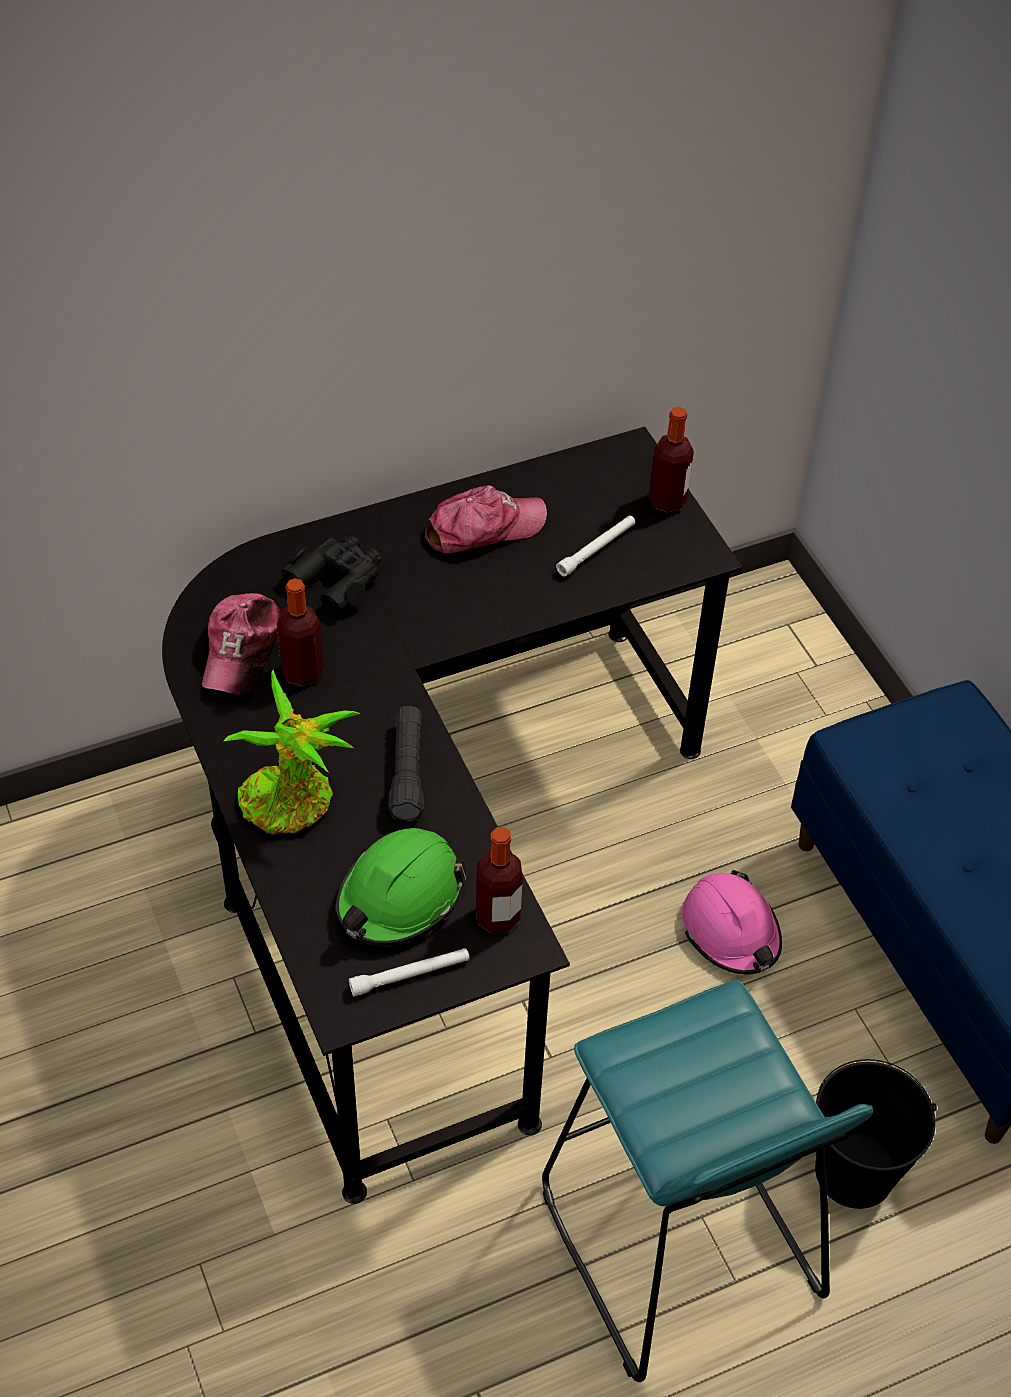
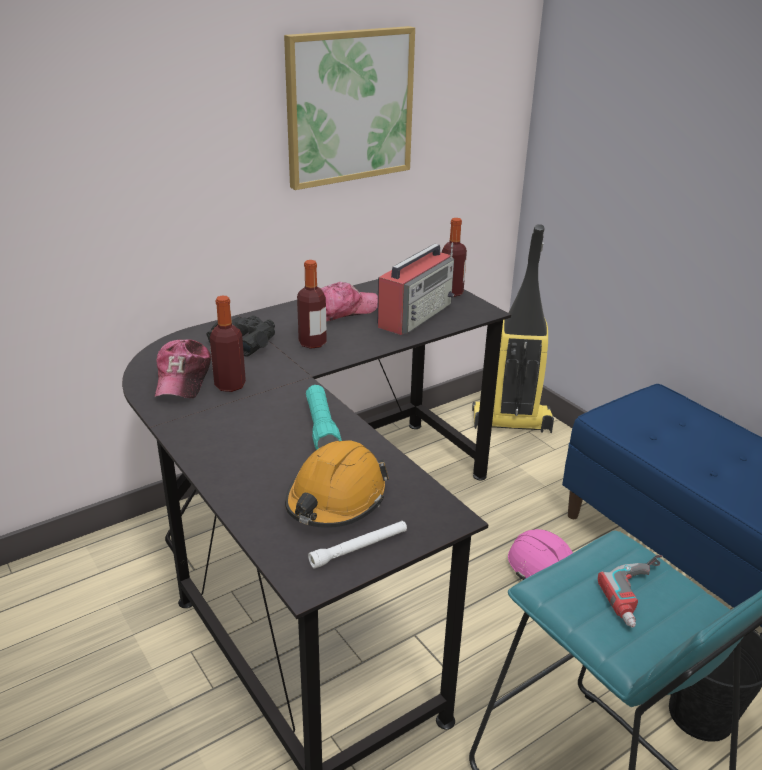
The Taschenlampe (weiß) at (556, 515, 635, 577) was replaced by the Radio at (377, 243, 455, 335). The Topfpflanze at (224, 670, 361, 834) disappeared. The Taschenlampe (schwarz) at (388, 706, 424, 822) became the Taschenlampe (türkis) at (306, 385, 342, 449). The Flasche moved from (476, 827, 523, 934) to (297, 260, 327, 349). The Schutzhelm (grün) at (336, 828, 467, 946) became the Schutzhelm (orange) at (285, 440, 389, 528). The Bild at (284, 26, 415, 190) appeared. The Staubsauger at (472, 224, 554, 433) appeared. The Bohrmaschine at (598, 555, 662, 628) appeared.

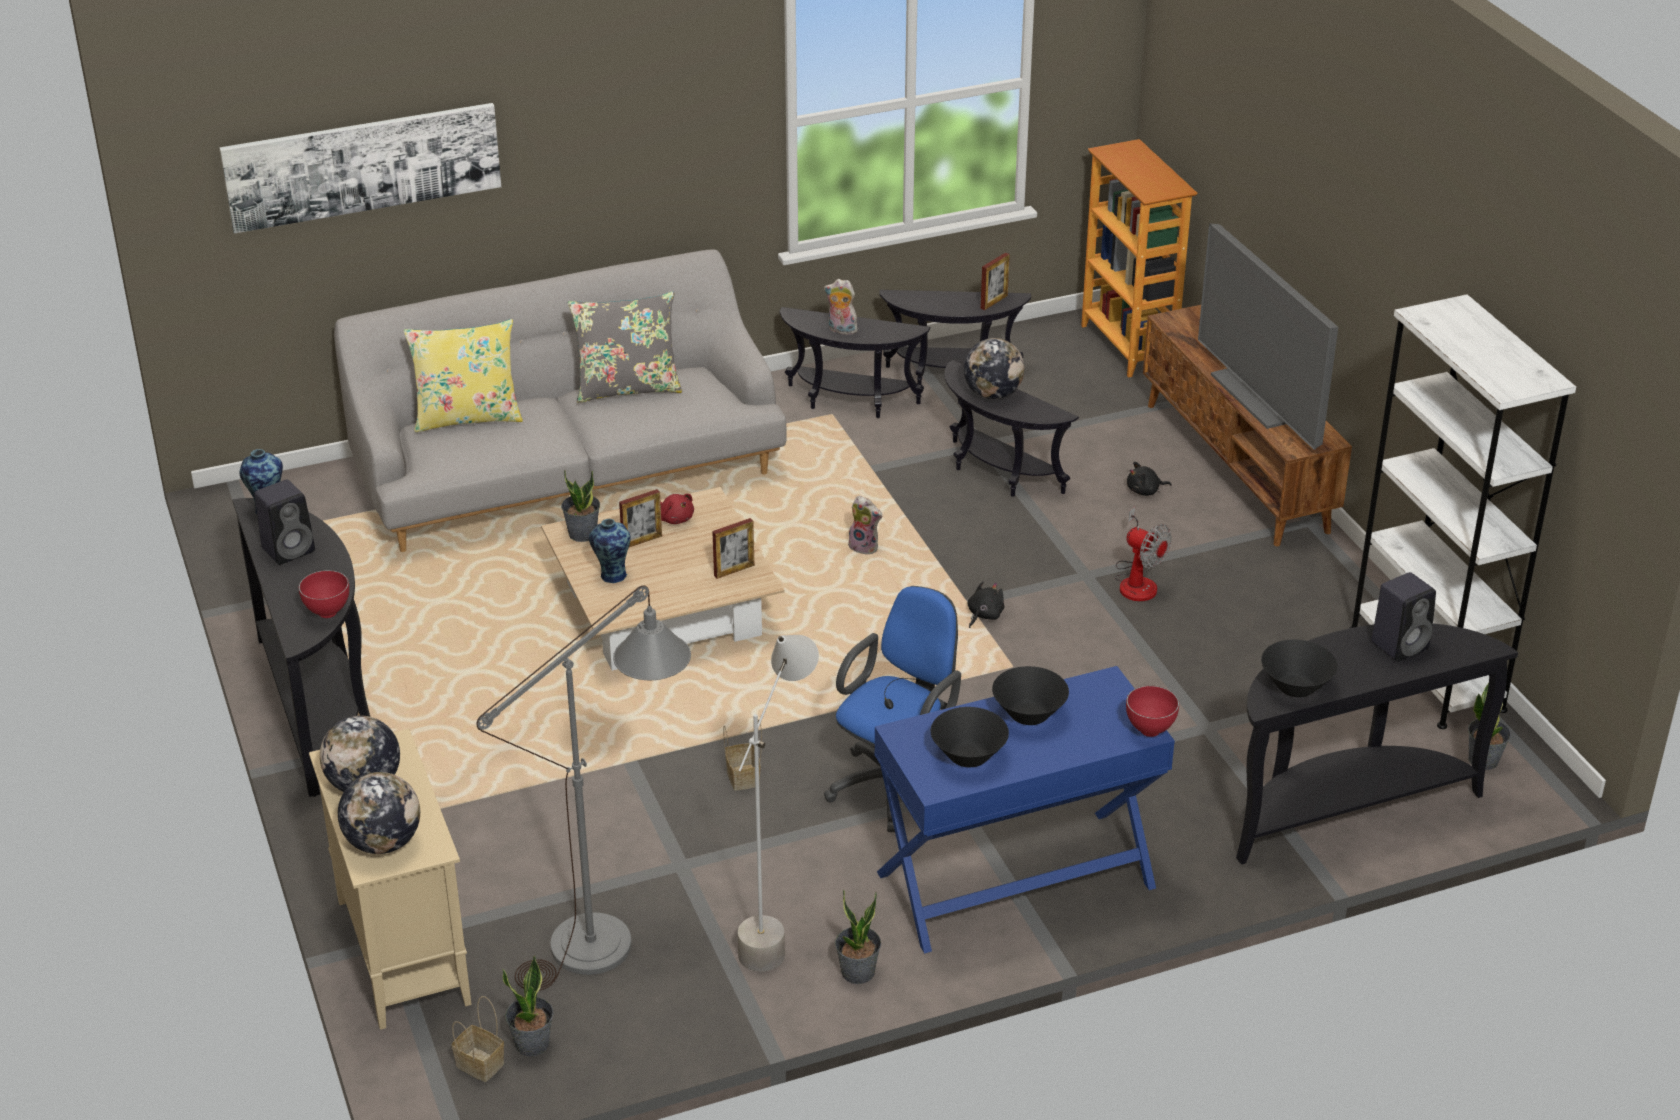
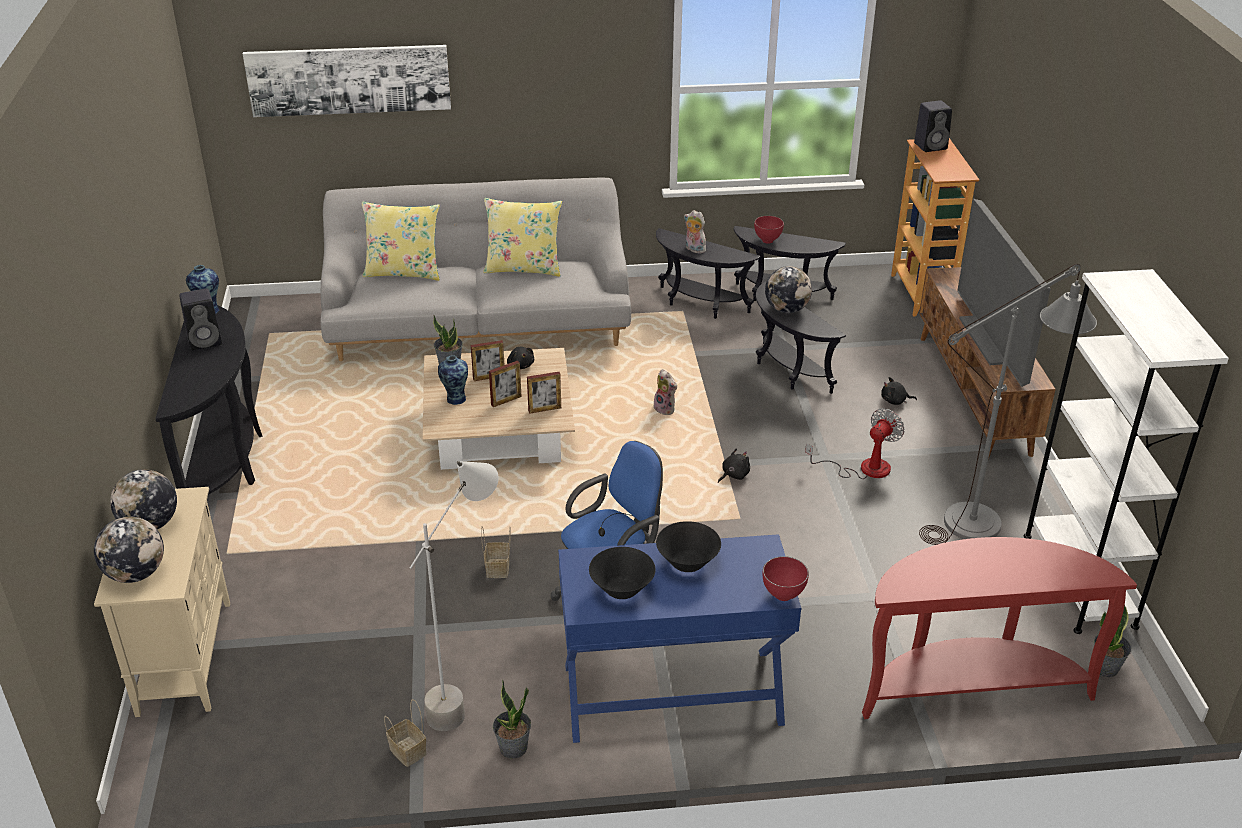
The Bilderrahmen moved from (981, 252, 1010, 310) to (489, 361, 522, 407). The Kissen (grau) at (568, 292, 682, 403) became the Kissen (gelb) at (483, 198, 562, 277). The Plüschtier (rot) at (661, 494, 694, 524) became the Plüschtier (schwarz) at (507, 347, 534, 369). The Ventilator at (1115, 507, 1172, 601) turned 105 degrees counterclockwise. The Schüssel (rot) moved from (299, 570, 349, 618) to (754, 216, 784, 244). The Lautsprecher (schwarz) moved from (1371, 572, 1436, 661) to (914, 100, 952, 152). The Stehlampe (grau) moved from (476, 585, 691, 990) to (919, 264, 1097, 545). The Konsolentisch (schwarz) at (1236, 624, 1518, 865) became the Konsolentisch (rot) at (862, 537, 1137, 719). The Schüssel (schwarz) at (1261, 639, 1338, 697) disappeared. The Topfpflanze at (503, 955, 553, 1056) disappeared. The Korb moved from (451, 996, 504, 1082) to (384, 699, 426, 767).

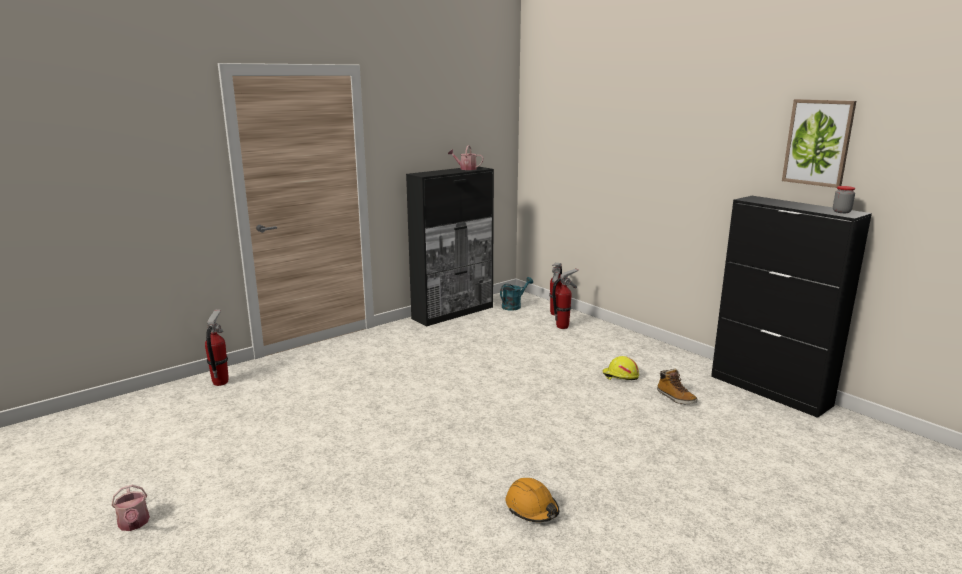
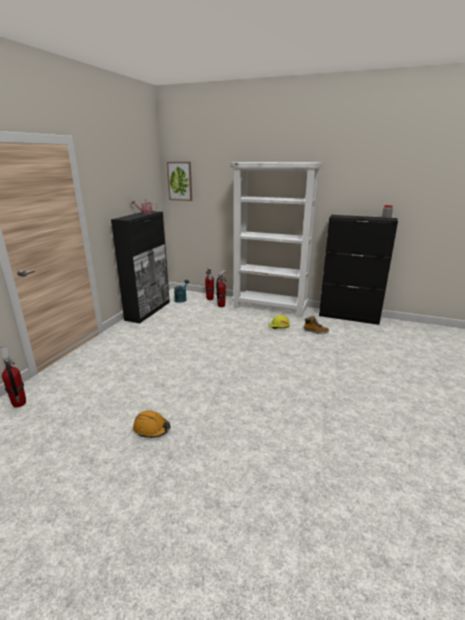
The Bild moved from (782, 99, 856, 188) to (167, 162, 192, 201). The Schutzhelm (orange) moved from (505, 478, 559, 522) to (133, 410, 170, 438). The Gießkanne at (112, 485, 150, 531) disappeared. The Bücherregal (weiß) at (230, 162, 322, 318) appeared.

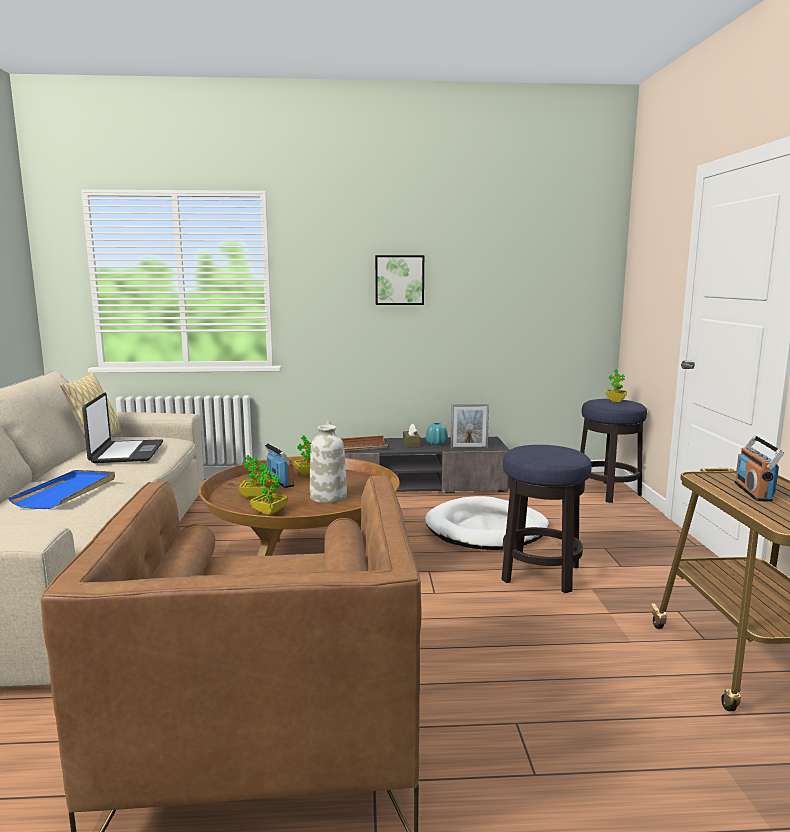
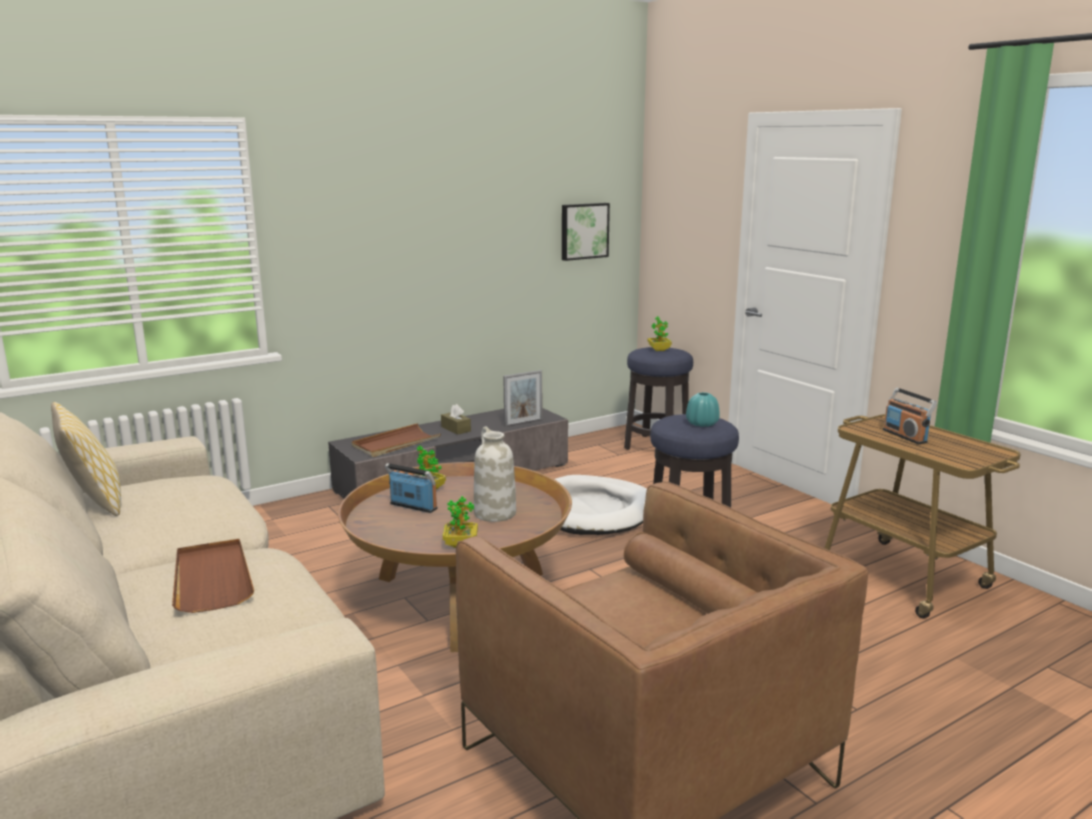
The Bild moved from (375, 255, 424, 305) to (562, 203, 610, 261). The Laptop at (82, 392, 163, 463) disappeared. The Vase (türkis) moved from (426, 423, 448, 445) to (686, 392, 720, 427). The Topfpflanze at (239, 455, 268, 498) disappeared. The Tablett (blau) at (8, 470, 115, 509) became the Tablett (braun) at (172, 539, 254, 613).

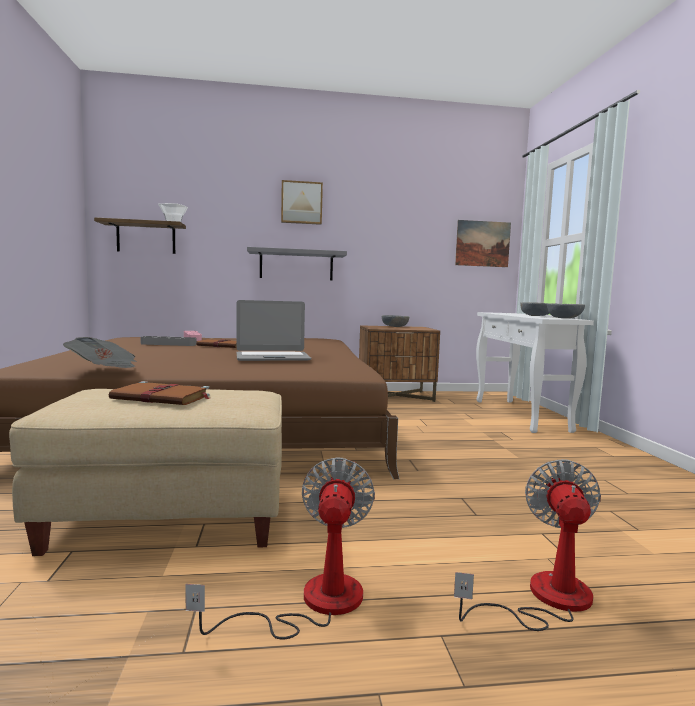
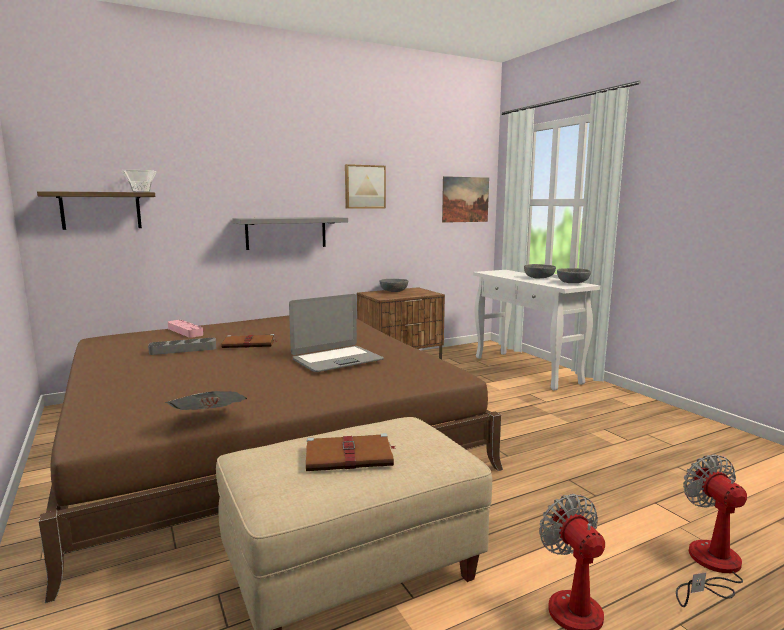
The Bild moved from (281, 180, 323, 225) to (345, 164, 386, 209).

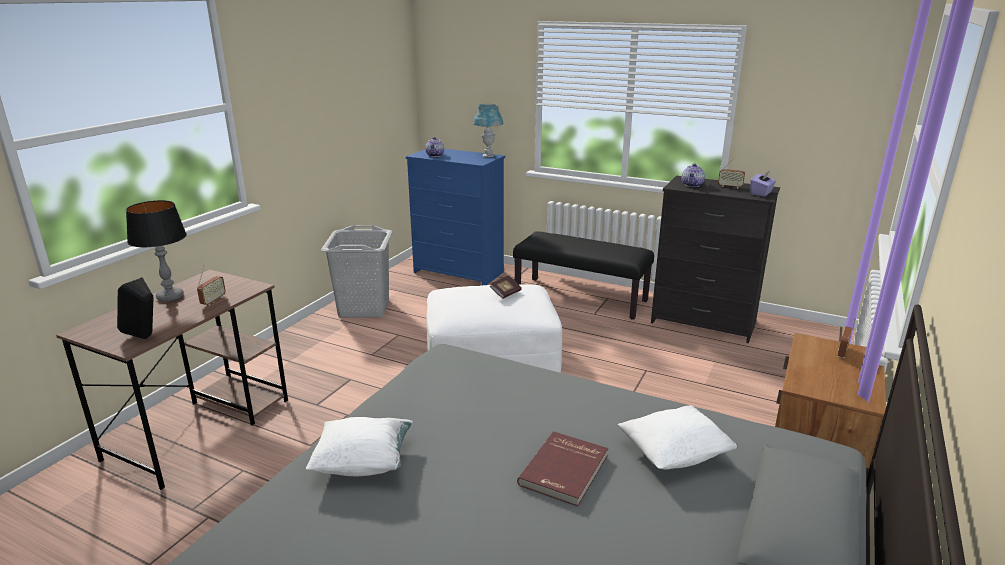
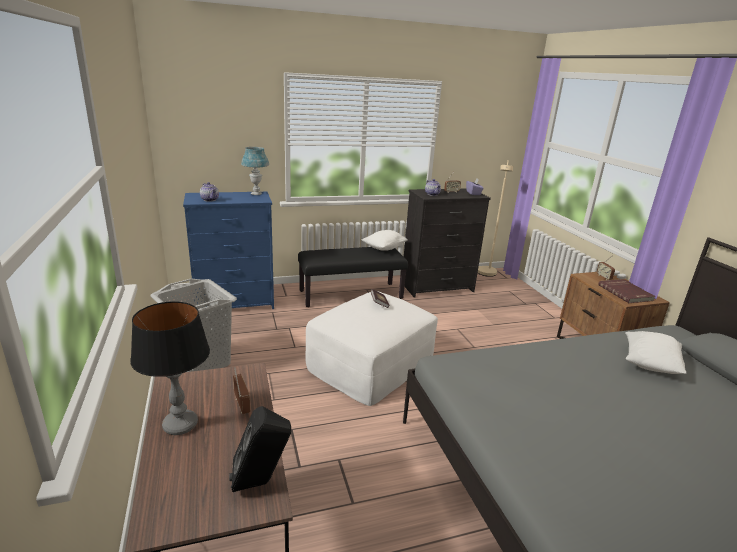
The Kissen (weiß) moved from (306, 417, 413, 476) to (361, 230, 408, 251). The Buch (rot) moved from (517, 431, 608, 506) to (598, 279, 656, 303). The Stehlampe (beige) at (478, 160, 513, 277) appeared.

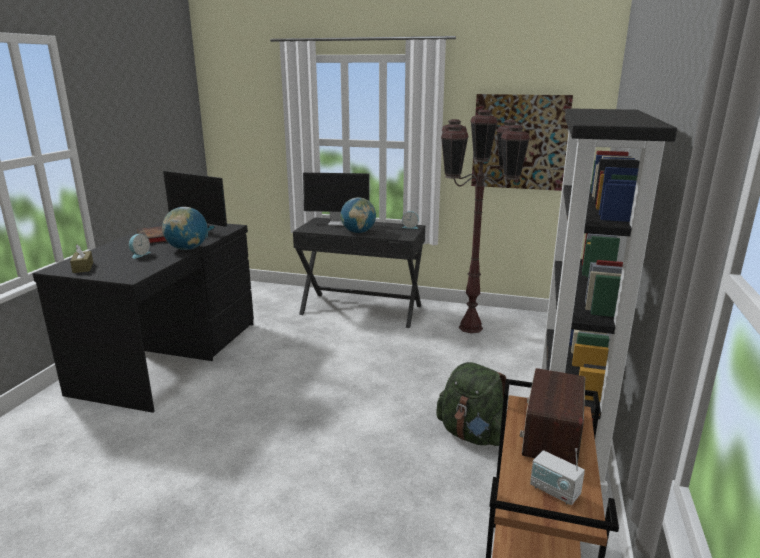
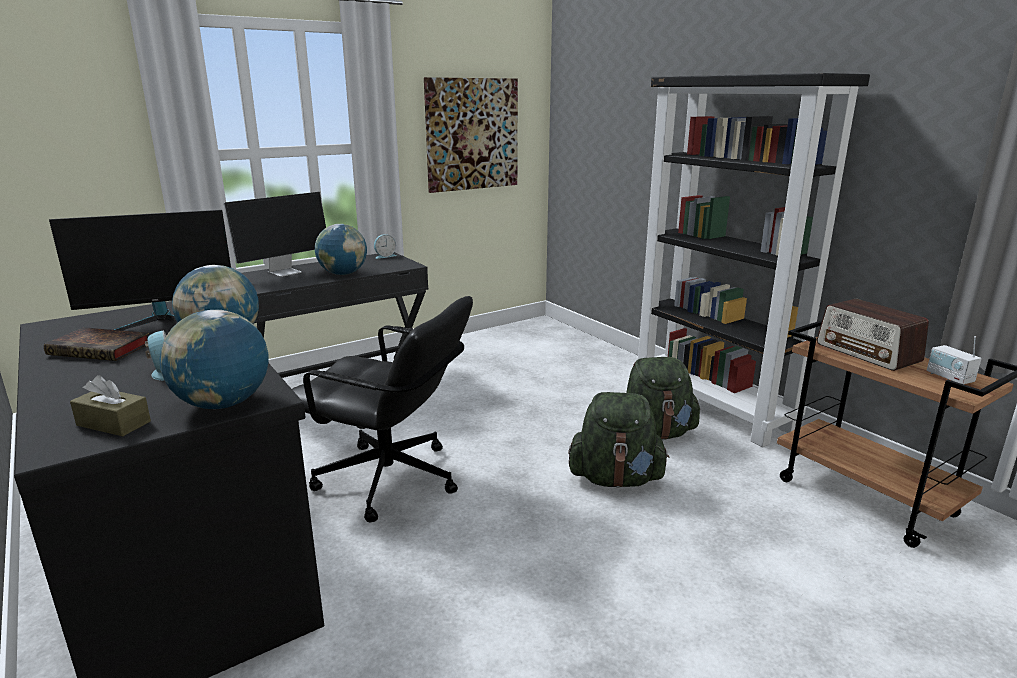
The Stehlampe (braun) at (441, 110, 530, 334) disappeared. The Radio at (530, 448, 585, 505) turned 75 degrees clockwise. The Bürostuhl (schwarz) at (292, 296, 473, 522) appeared. The Globus at (159, 310, 269, 409) appeared. The Rucksack (grün) at (568, 392, 670, 488) appeared.

